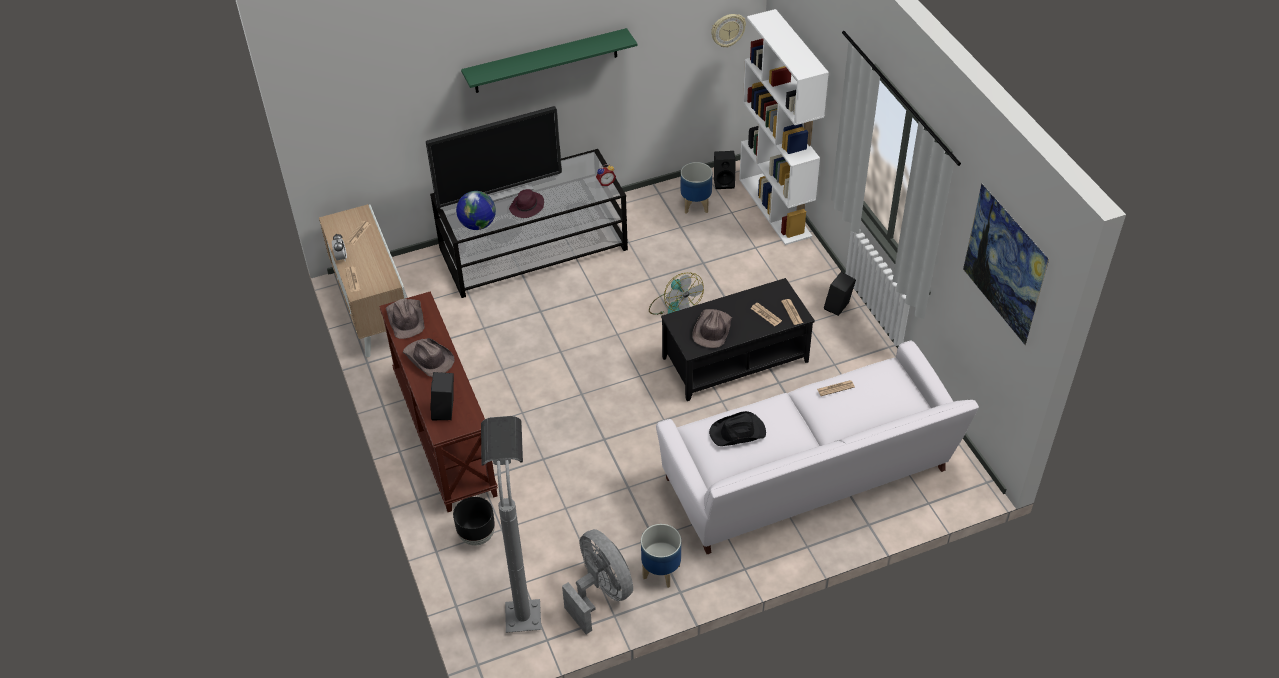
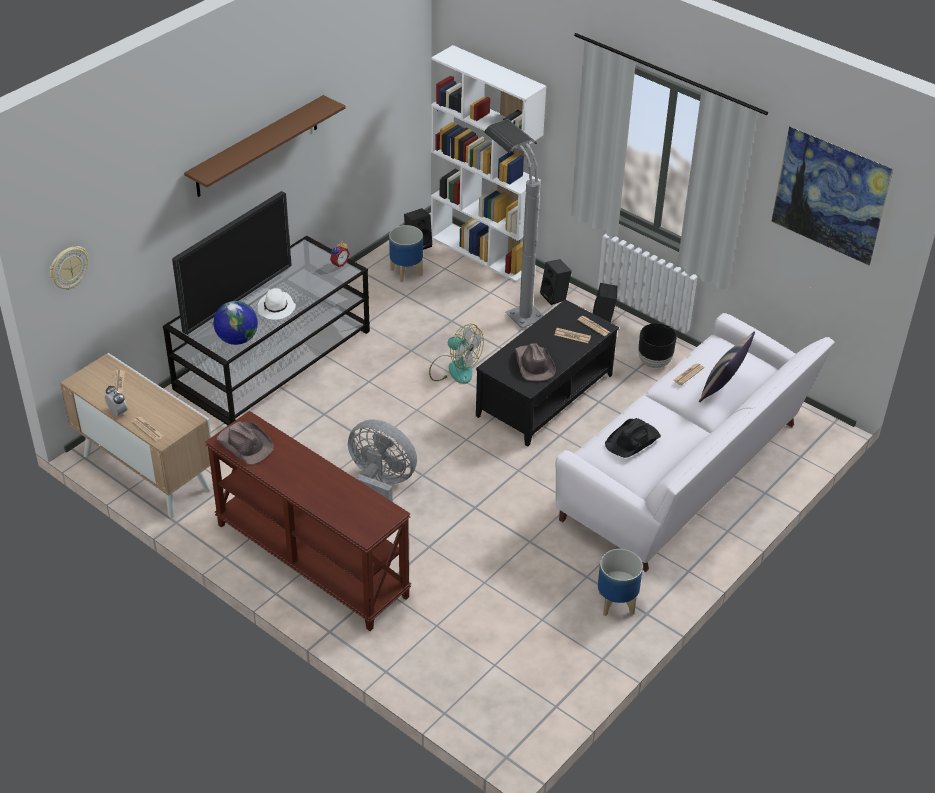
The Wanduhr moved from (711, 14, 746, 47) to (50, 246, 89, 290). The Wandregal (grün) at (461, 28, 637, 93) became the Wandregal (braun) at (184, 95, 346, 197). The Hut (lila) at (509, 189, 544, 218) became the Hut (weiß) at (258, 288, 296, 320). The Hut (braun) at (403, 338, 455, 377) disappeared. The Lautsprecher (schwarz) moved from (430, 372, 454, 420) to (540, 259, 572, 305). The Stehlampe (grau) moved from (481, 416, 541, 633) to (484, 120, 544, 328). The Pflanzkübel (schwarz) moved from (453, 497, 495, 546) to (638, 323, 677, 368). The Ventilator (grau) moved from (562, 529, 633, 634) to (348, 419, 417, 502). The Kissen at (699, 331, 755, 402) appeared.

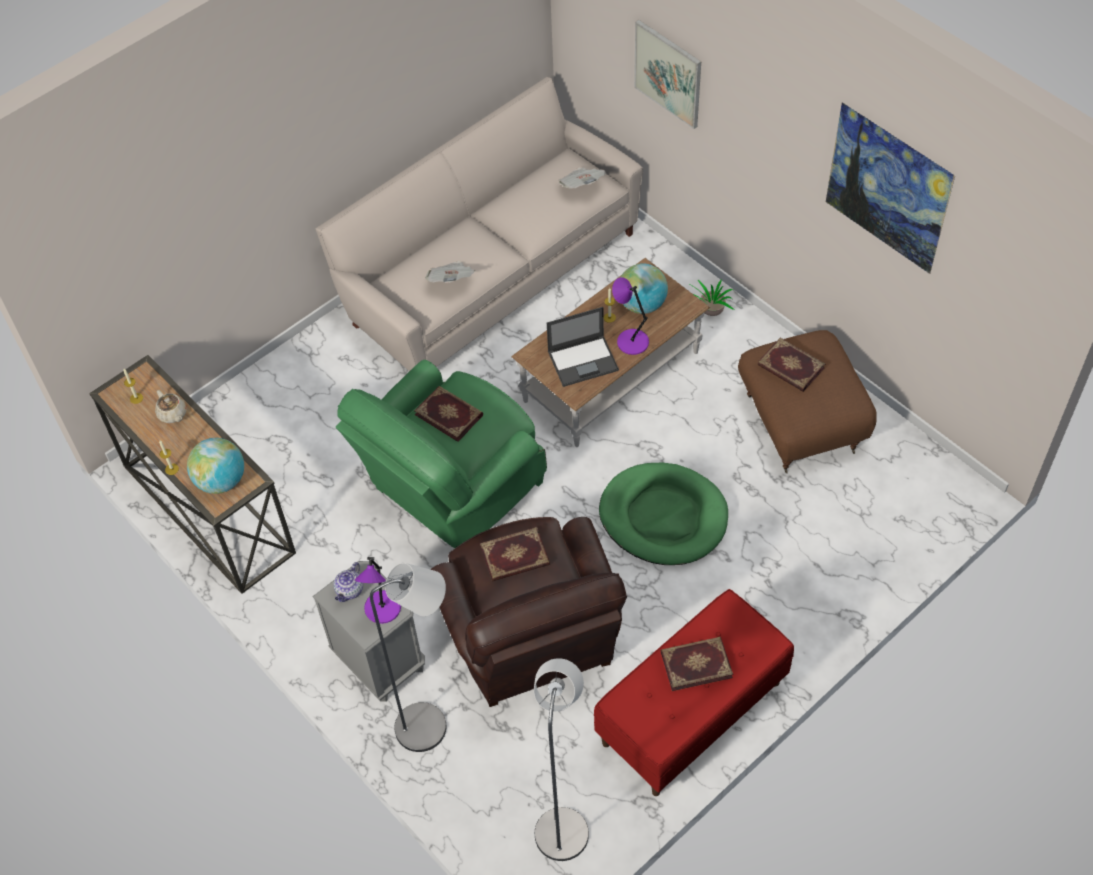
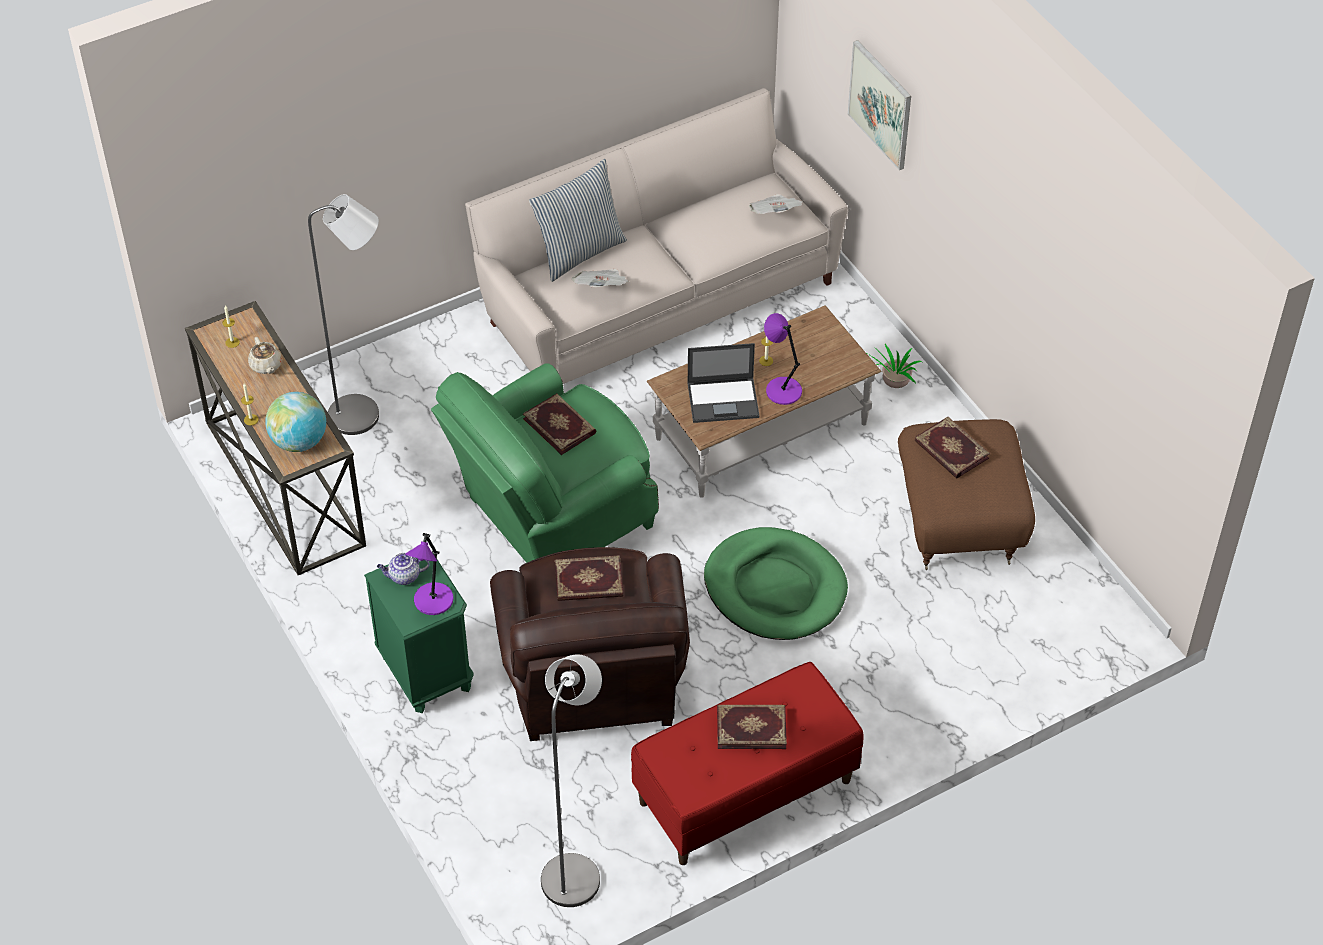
The Bild at (826, 102, 955, 274) disappeared. The Globus at (621, 263, 668, 314) disappeared. The Nachttisch (grau) at (312, 561, 425, 702) became the Nachttisch (grün) at (364, 553, 474, 713). The Teekanne at (334, 562, 363, 602) turned 45 degrees clockwise. The Stehlampe (grau) moved from (370, 563, 446, 752) to (308, 194, 379, 435). The Kissen at (529, 159, 627, 282) appeared.

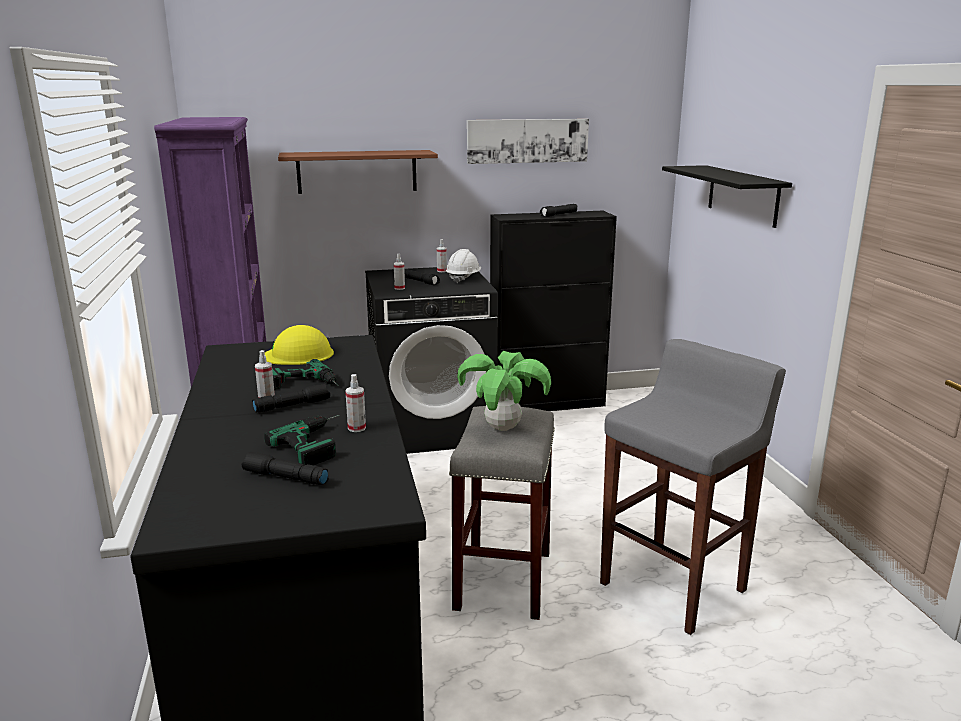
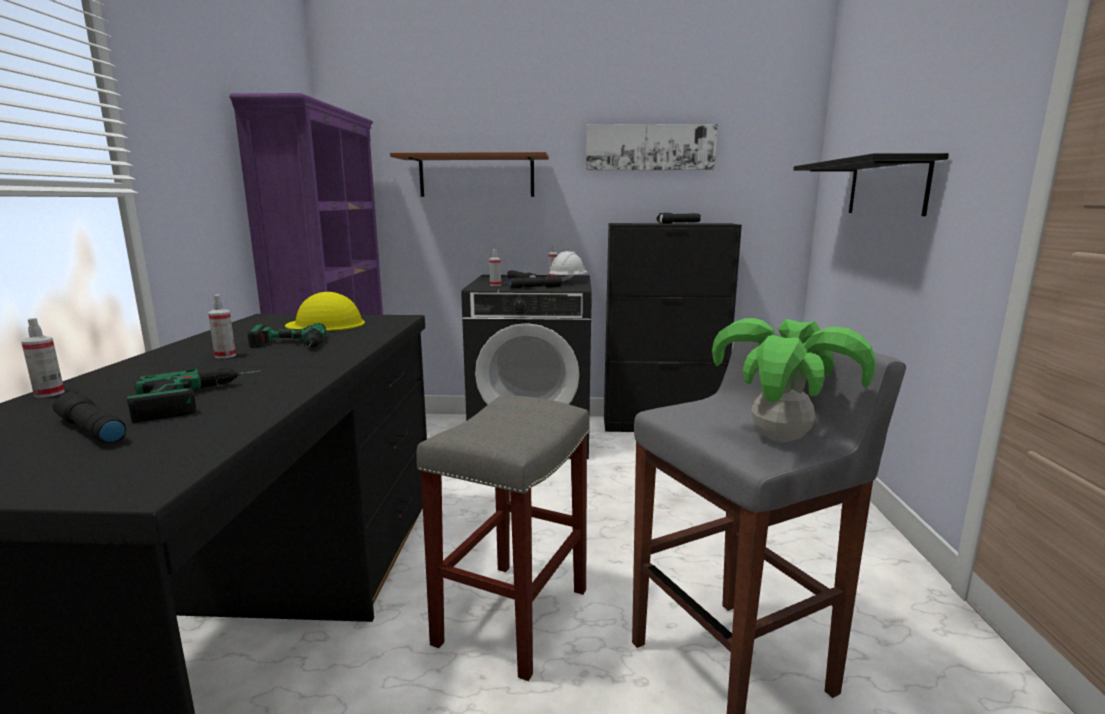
The Topfpflanze moved from (457, 351, 551, 431) to (712, 318, 876, 443). The Sprühflasche moved from (345, 374, 366, 432) to (21, 318, 65, 398). The Taschenlampe (schwarz) moved from (252, 384, 330, 413) to (509, 276, 562, 288).

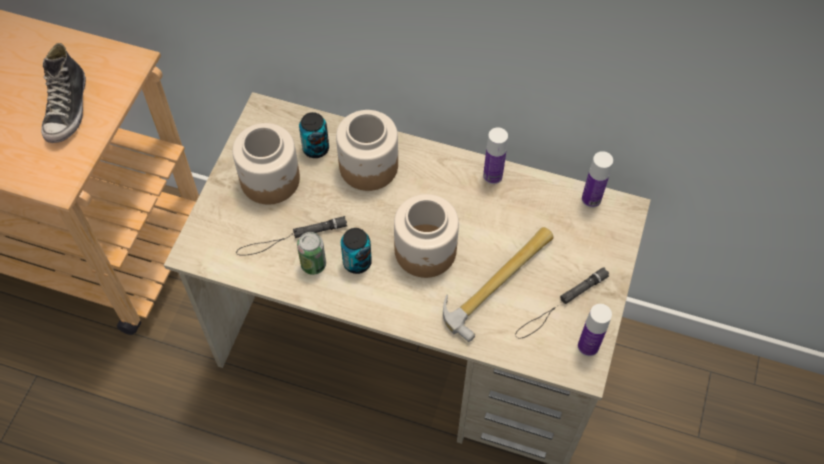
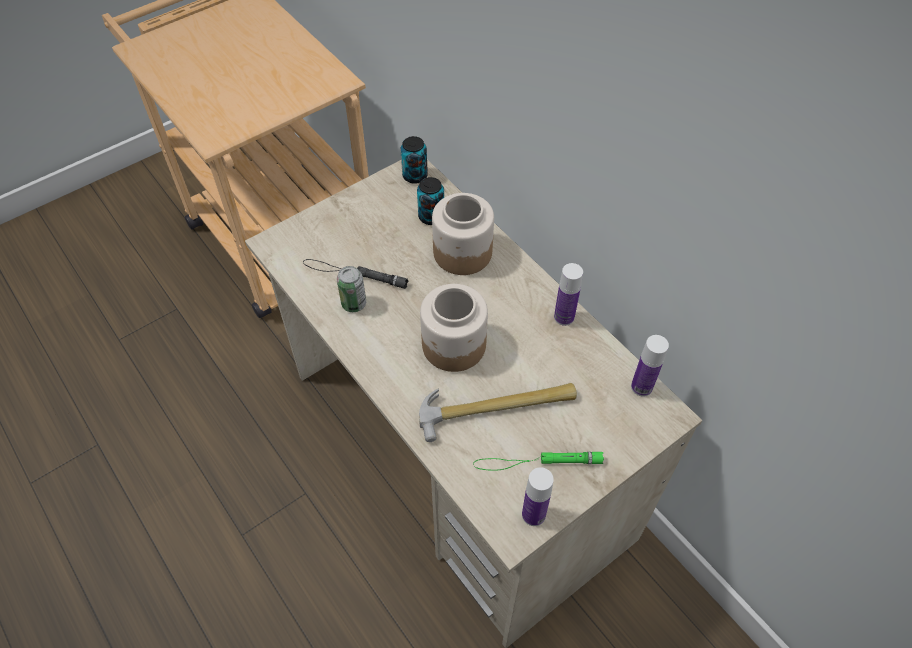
The Schuh at (41, 43, 86, 143) disappeared. The Vorratsglas at (232, 123, 300, 205) disappeared. The Dose moved from (341, 228, 372, 274) to (400, 136, 428, 184). The Taschenlampe (schwarz) at (515, 267, 609, 339) became the Taschenlampe (grün) at (473, 452, 604, 471).

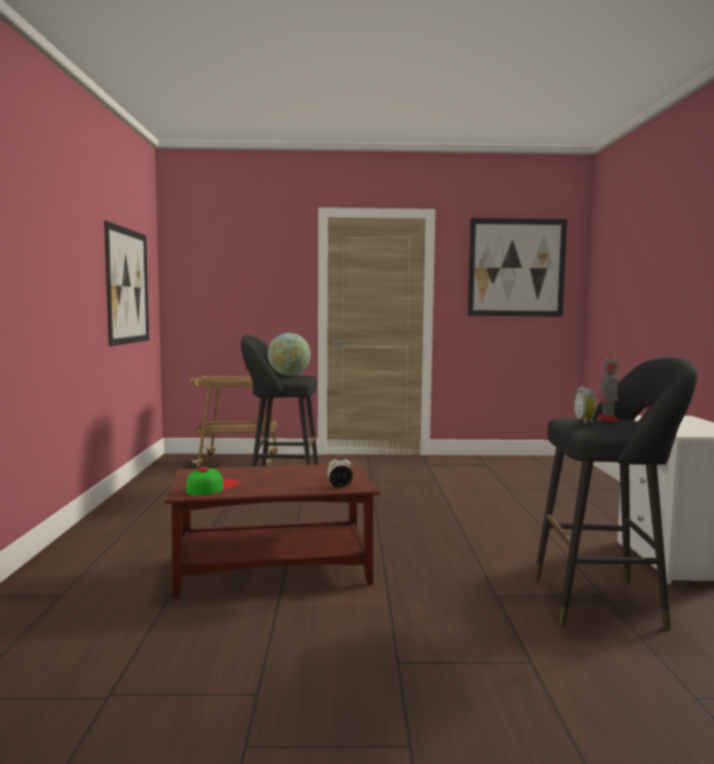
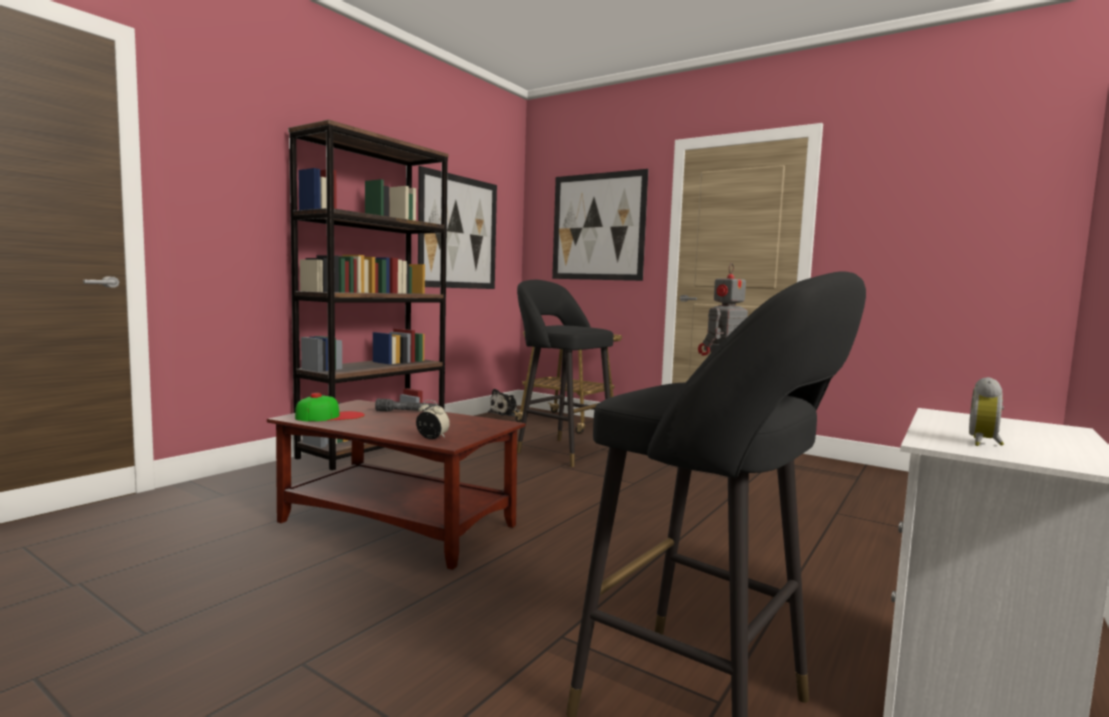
The Bild moved from (467, 218, 567, 317) to (552, 169, 648, 281). The Globus at (268, 333, 311, 376) disappeared. The Wecker moved from (574, 387, 596, 425) to (969, 377, 1004, 446). The Bücherregal (braun) at (288, 119, 448, 470) appeared. The Plüschtier at (488, 389, 520, 416) appeared. The Taschenlampe (grau) at (375, 399, 439, 411) appeared.

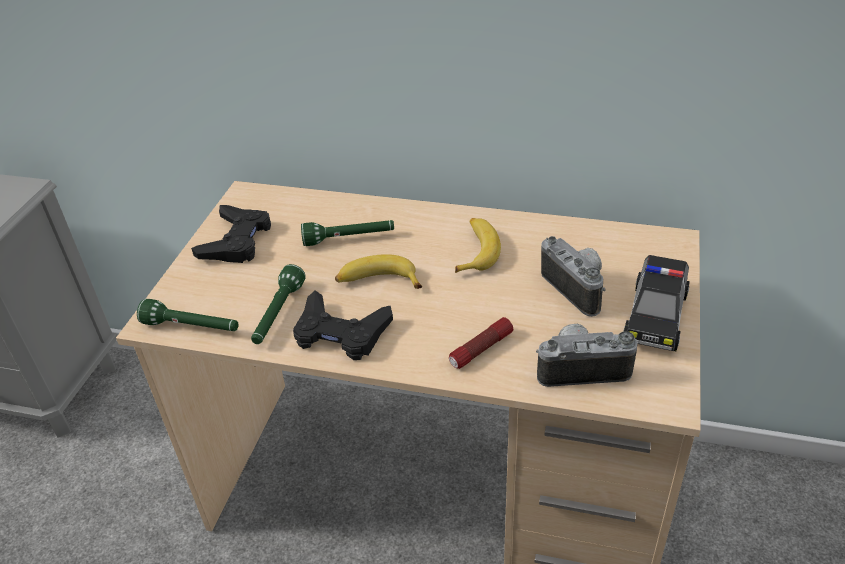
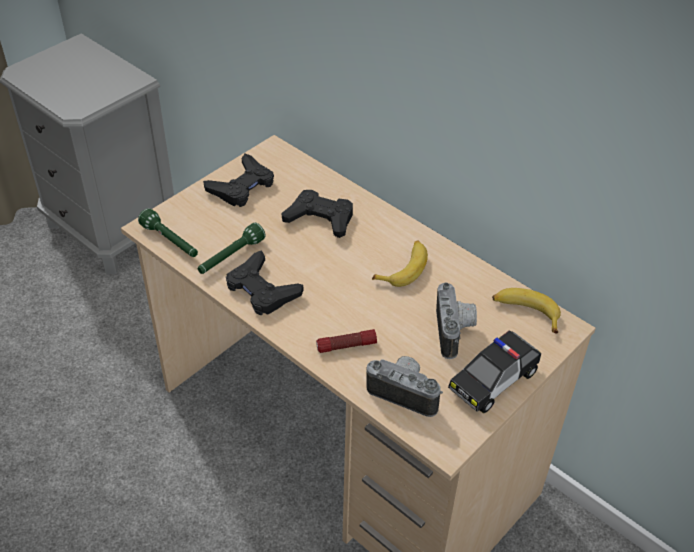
The Taschenlampe (grün) at (301, 220, 394, 246) was replaced by the Gamepad (schwarz) at (282, 190, 353, 238). The Banane moved from (335, 254, 422, 289) to (492, 288, 561, 334).

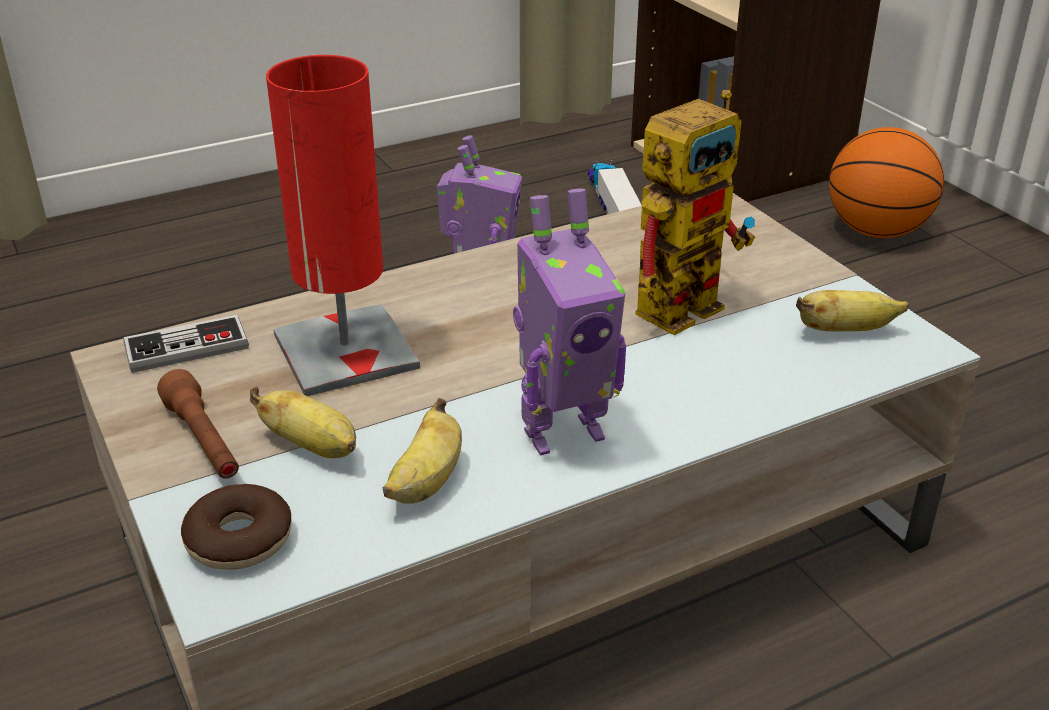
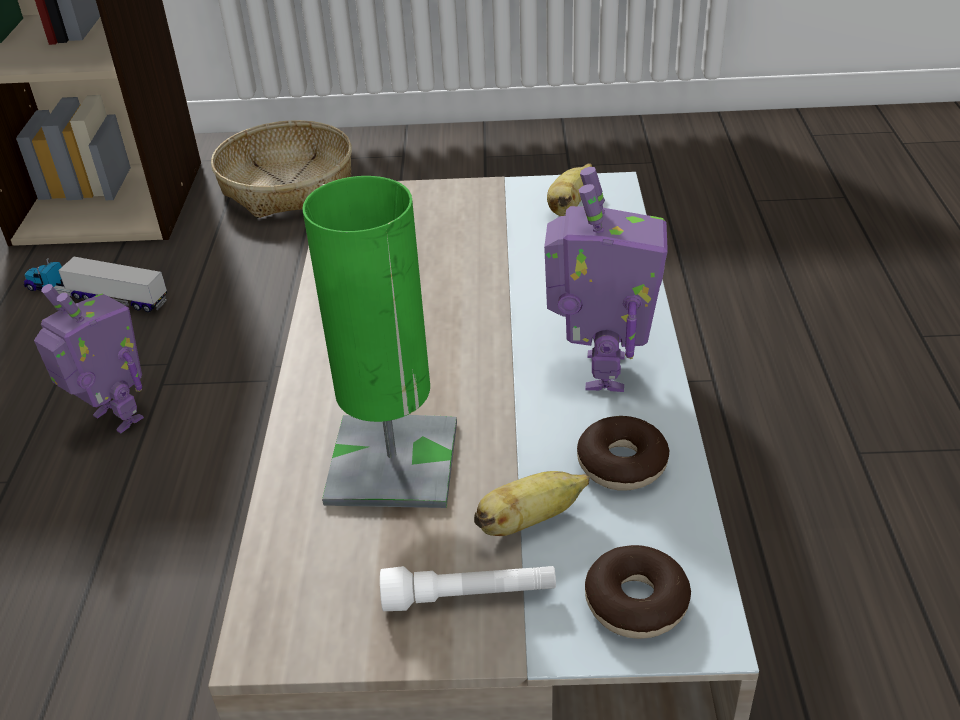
The Tischlampe (rot) at (266, 55, 420, 396) became the Tischlampe (grün) at (302, 176, 457, 508). The Spielzeugroboter at (635, 90, 755, 335) disappeared. The Basketball at (829, 127, 944, 238) was replaced by the Korb at (211, 120, 352, 218). The Gamepad at (123, 315, 249, 373) disappeared. The Taschenlampe (braun) at (157, 369, 239, 478) became the Taschenlampe (weiß) at (380, 566, 556, 611). The Banane at (383, 398, 462, 504) was replaced by the Donut at (577, 416, 669, 491).

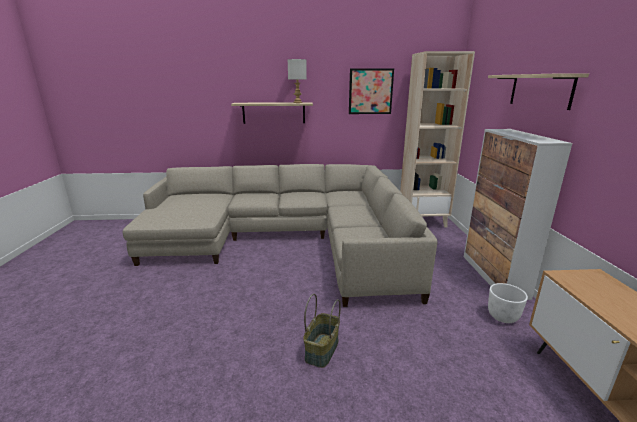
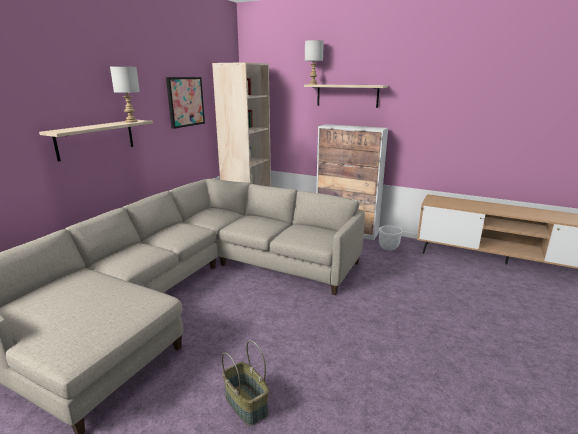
The Korb moved from (303, 294, 341, 368) to (222, 340, 269, 426). The Tischlampe (grau) at (305, 40, 324, 85) appeared.

